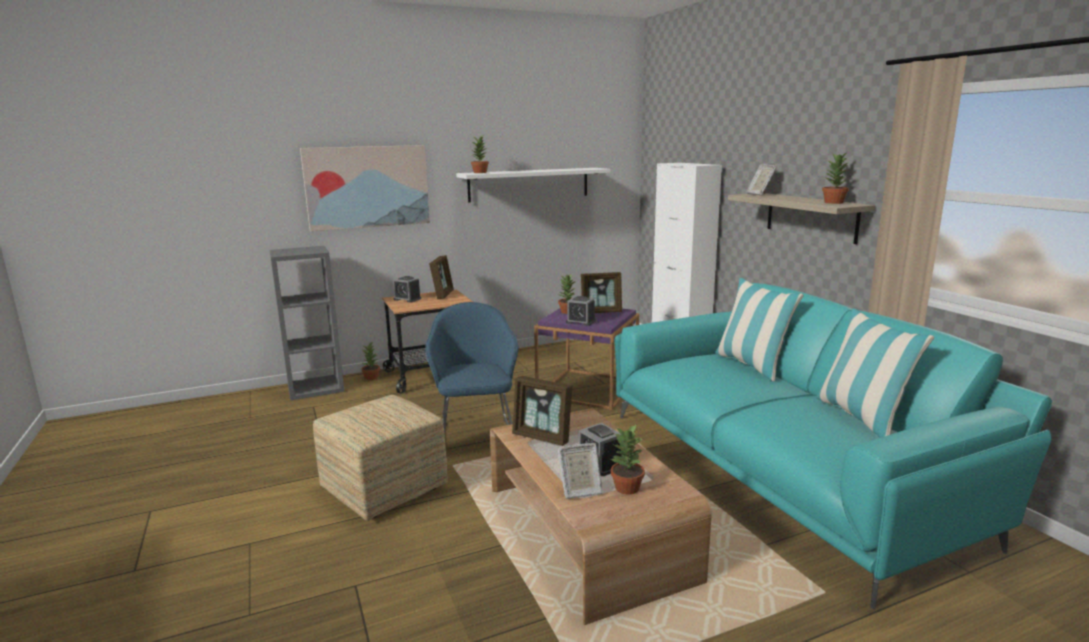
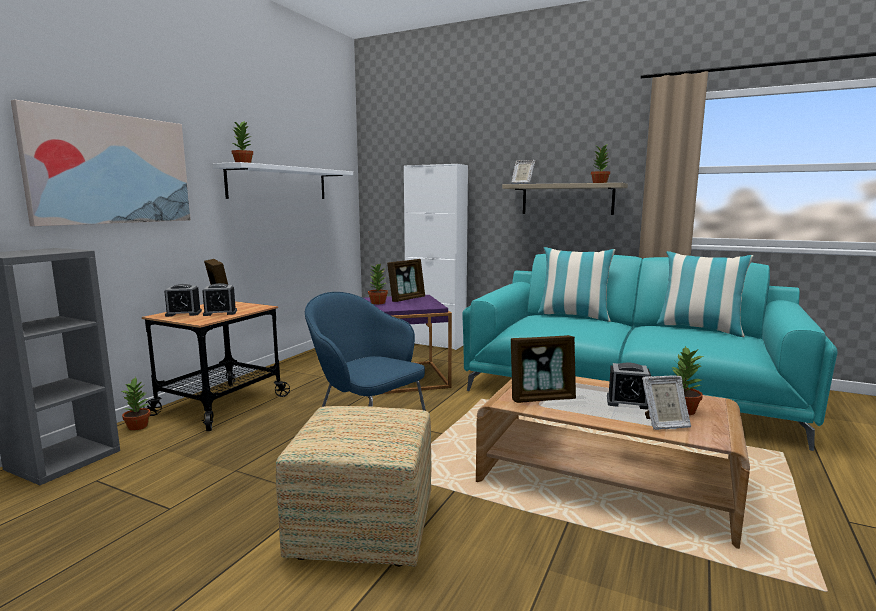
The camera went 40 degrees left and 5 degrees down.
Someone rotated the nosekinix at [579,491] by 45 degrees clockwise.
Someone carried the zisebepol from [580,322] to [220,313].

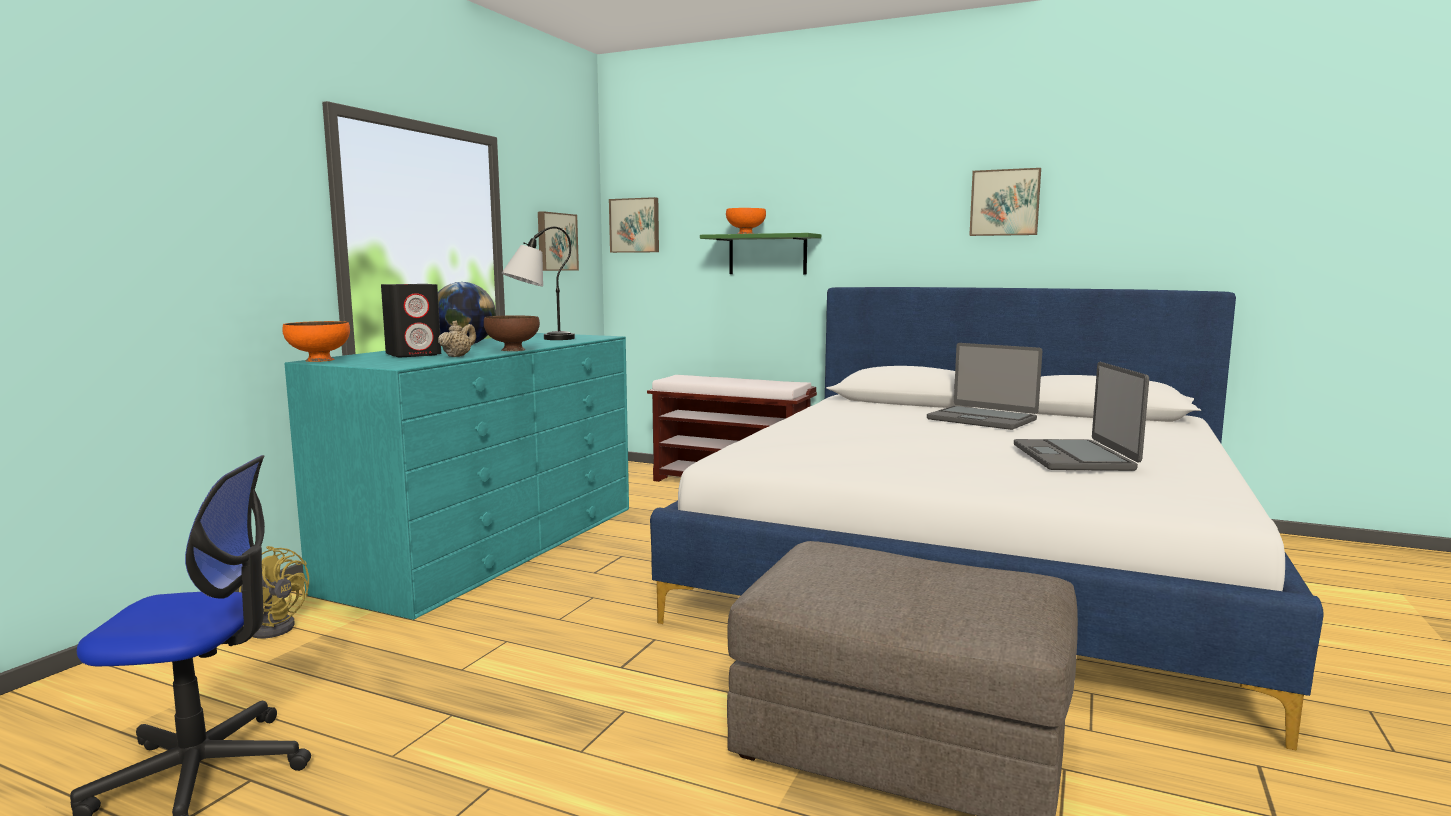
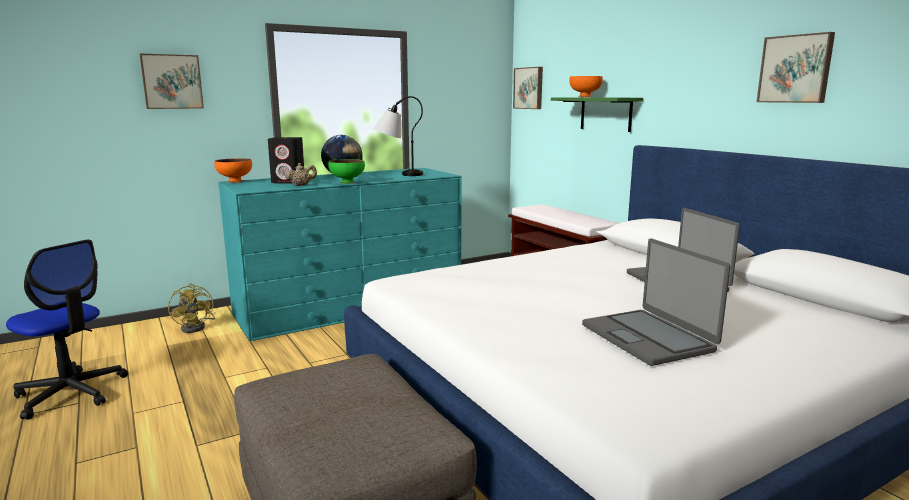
The camera went 35 degrees right and 5 degrees up.
Someone repainted the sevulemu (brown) at [512,350], which became the sevulemu (green) at [347,183].
Someone carried the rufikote from [556,242] to [172,82].
Someone rotated the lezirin at [1074,457] by 60 degrees counterclockwise.

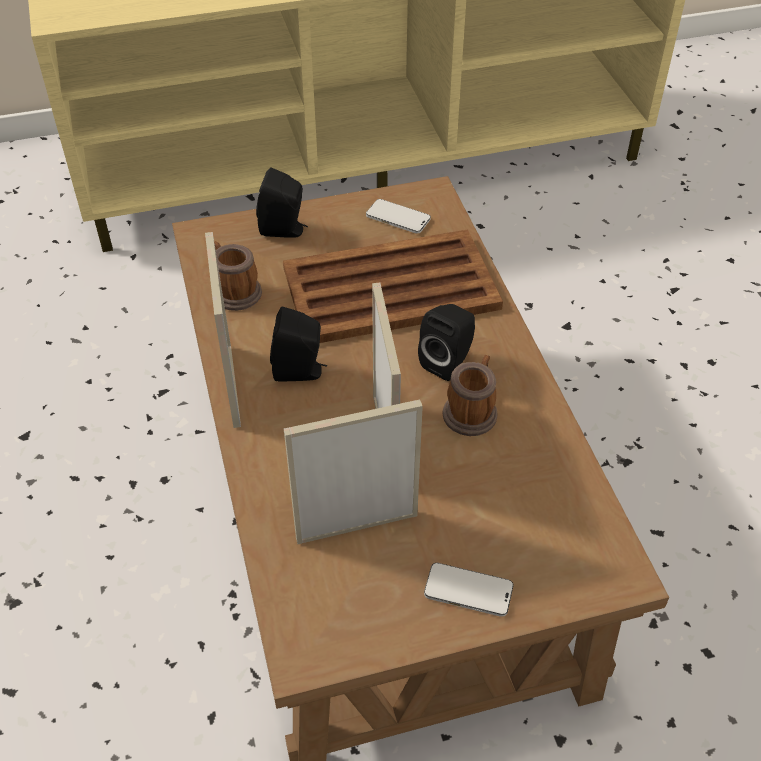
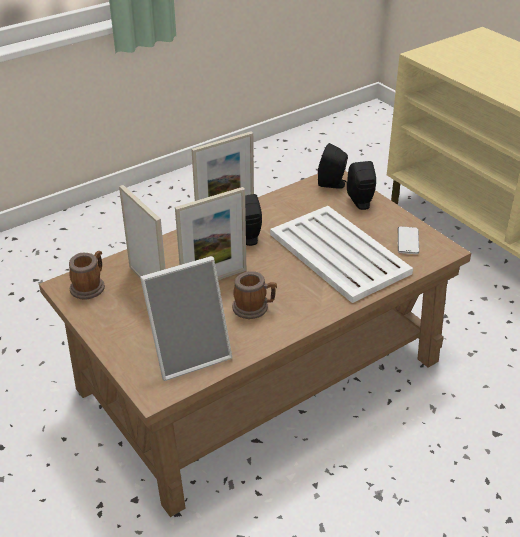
The camera went 70 degrees right and 10 degrees down.
Someone carried the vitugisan from [234,291] to [90,286].
Someone repainted the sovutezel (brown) at [388,288], which became the sovutezel (white) at [338,253].
Someone carried the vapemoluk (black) from [448,362] to [333,184].
Someone took away the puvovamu at [468,591].
Someone put down the nosekinix at [189,353].

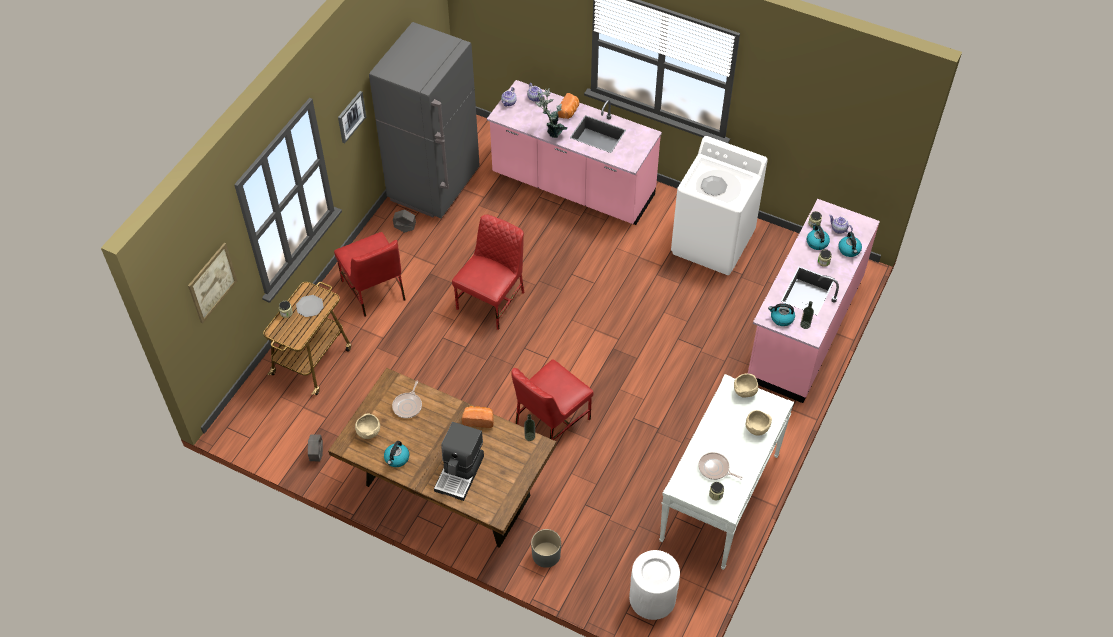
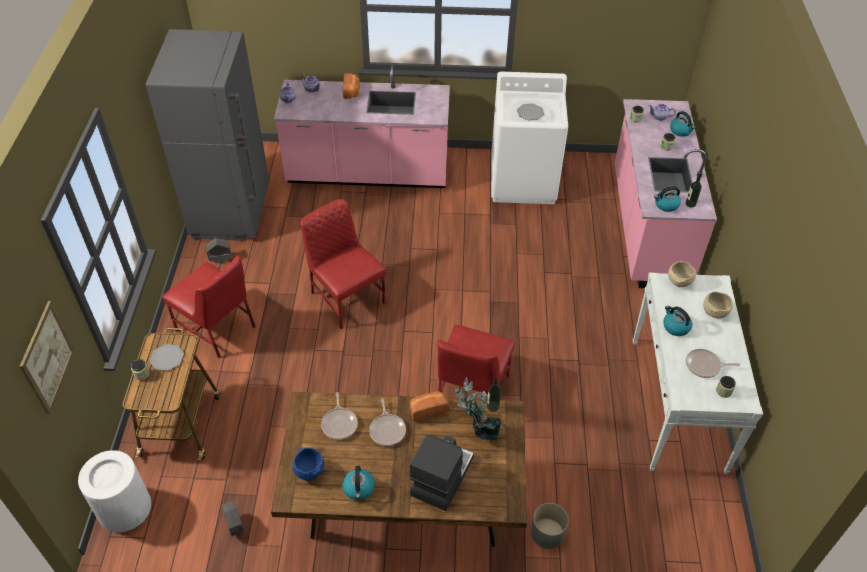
The camera went 25 degrees left and 5 degrees down.
Someone took away the rufikote at [351,116].
Someone repainted the sevulemu (beige) at [368,432], which became the sevulemu (blue) at [309,471].
Someone rotated the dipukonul at [460,473] by 150 degrees counterclockwise.
Someone rotated the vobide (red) at [492,300] by 45 degrees counterclockwise.
Someone carried the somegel from [552,132] to [477,429].
Someone carried the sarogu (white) from [652,598] to [125,507].
Someone carried the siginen from [817,242] to [675,327].
Someone put down the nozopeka at [387,430].

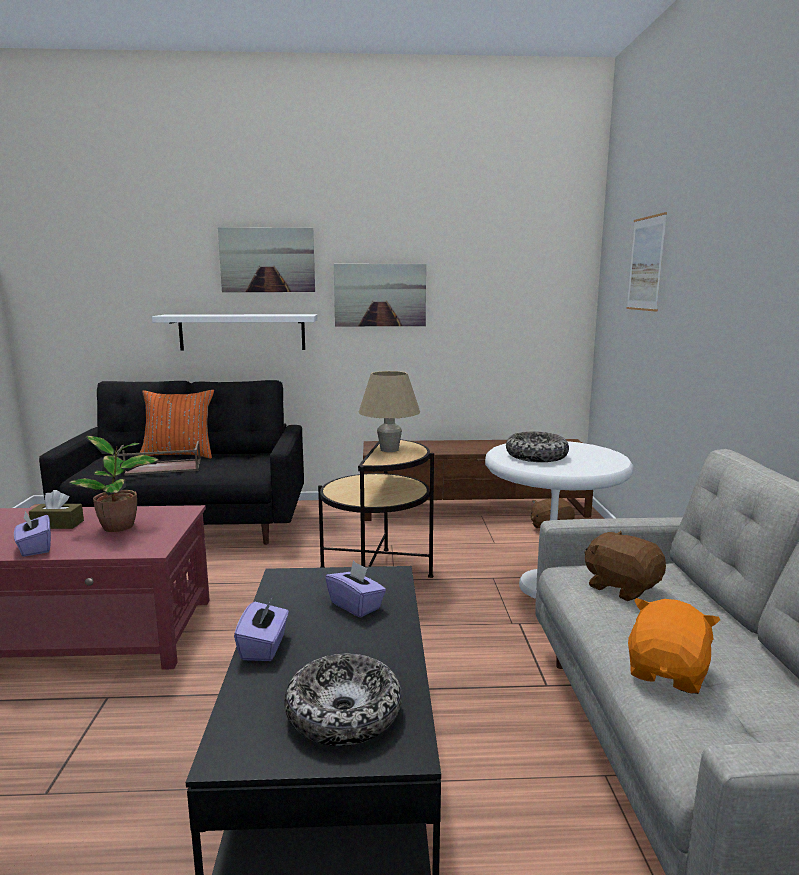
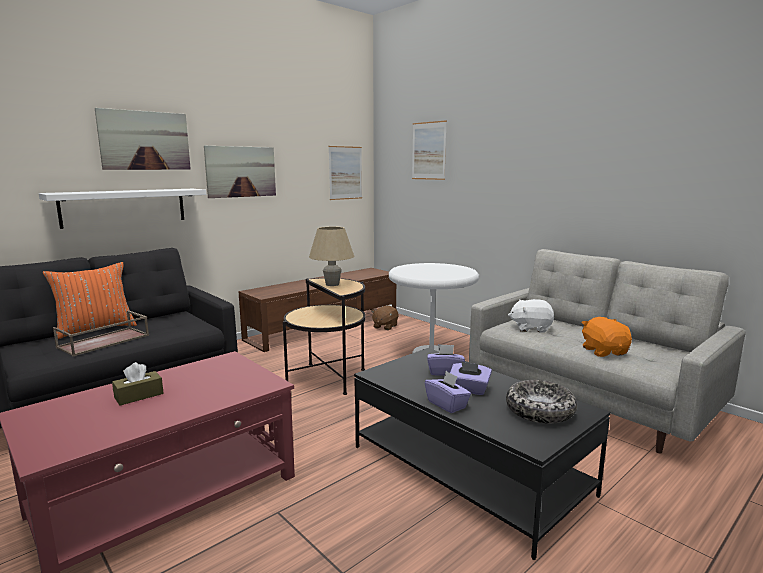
The camera went 40 degrees left and 0 degrees up.
Someone carried the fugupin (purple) from [35,548] to [469,389].
Someone took away the somegel at [120,526].
Someone took away the sevulemu at [536,456].
Someone repainted the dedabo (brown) at [621,587], which became the dedabo (white) at [531,328].
Someone put up the rufikote at [345,173].

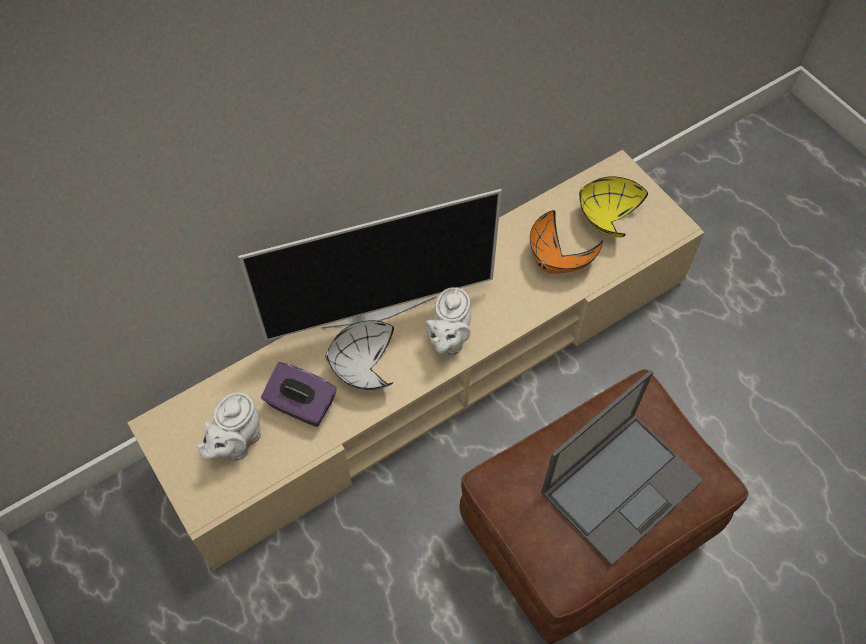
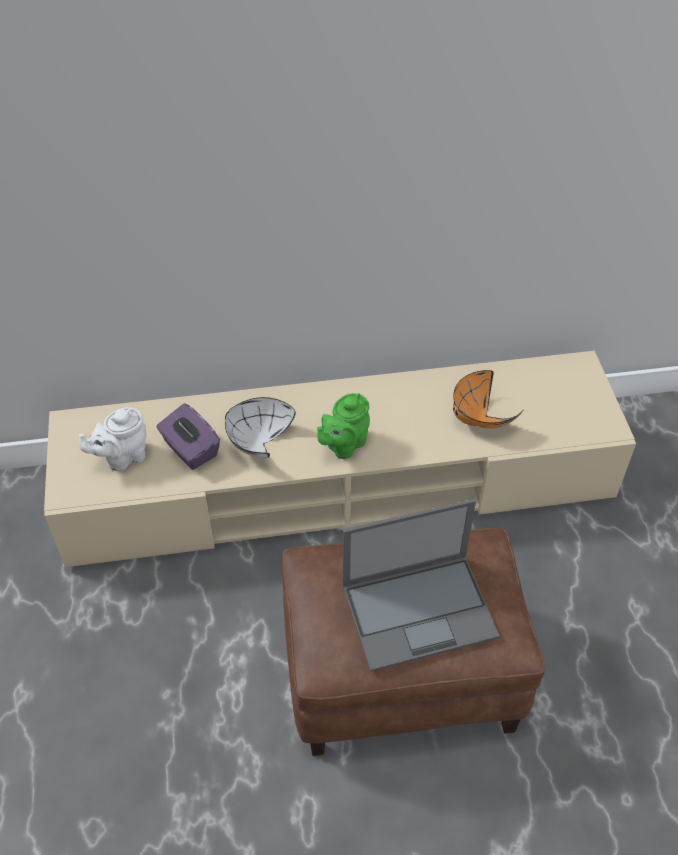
The camera went 25 degrees right and 10 degrees down.
Someone took away the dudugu at [378,310].
Someone repainted the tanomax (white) at [448,339], which became the tanomax (green) at [344,445].
Someone took away the sevulemu (yellow) at [604,219].

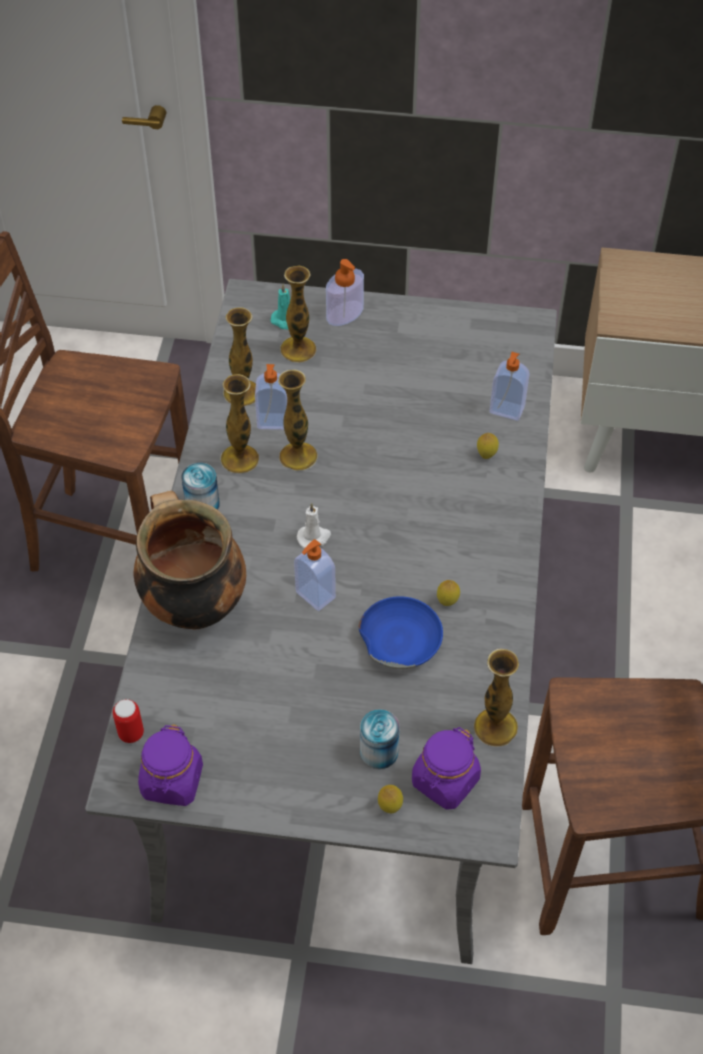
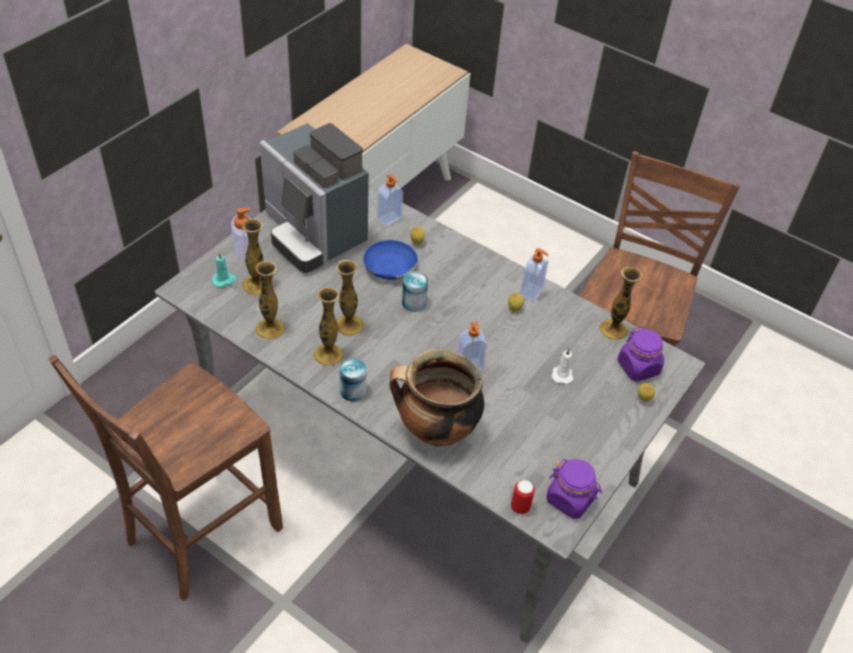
The camera went 65 degrees left and 5 degrees down.
Someone carried the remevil from [273,422] to [532,292].
Someone carried the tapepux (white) from [314,537] to [562,374].
Someone carried the sevulemu (blue) from [400,640] to [389,267].
Someone carried the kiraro from [379,752] to [414,303].
Someone put down the dipukonul at [313,234].

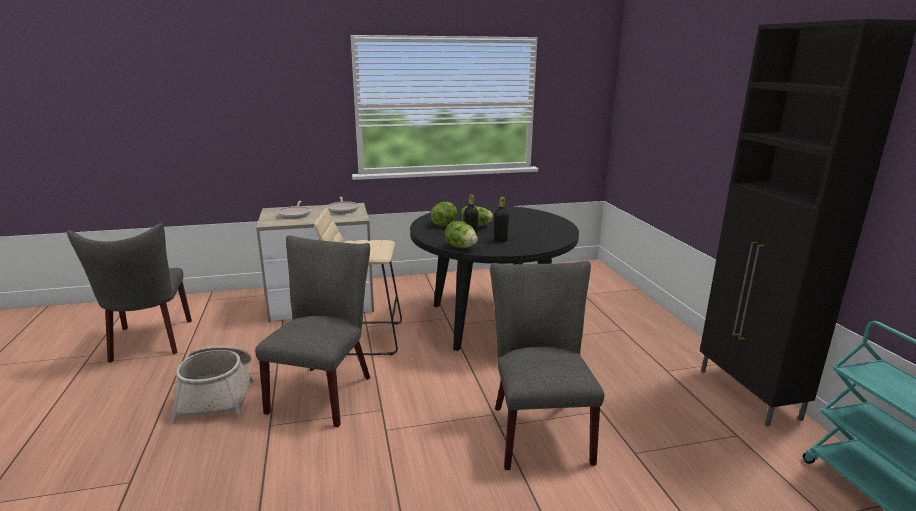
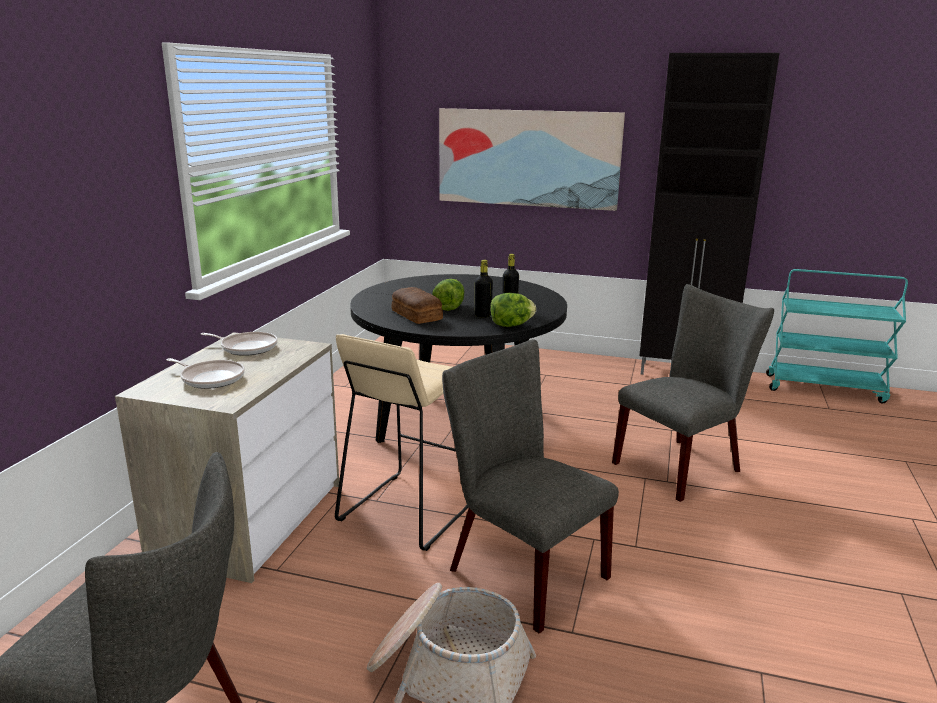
The camera went 60 degrees left and 0 degrees up.
Someone swapped the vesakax at [444,224] for the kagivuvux at [416,315].
Someone rotated the vobide (grey) at [537,429] by 120 degrees clockwise.
Someone put up the rufikote at [527,158].

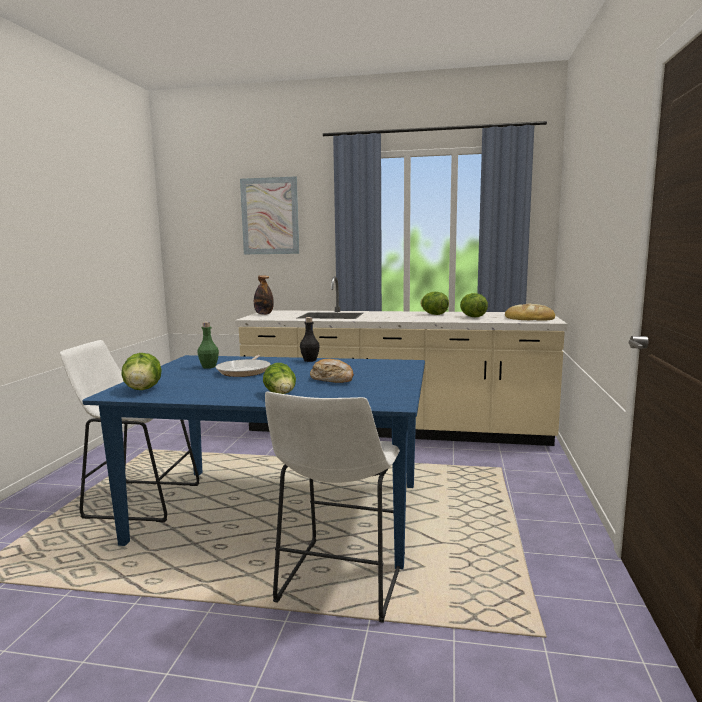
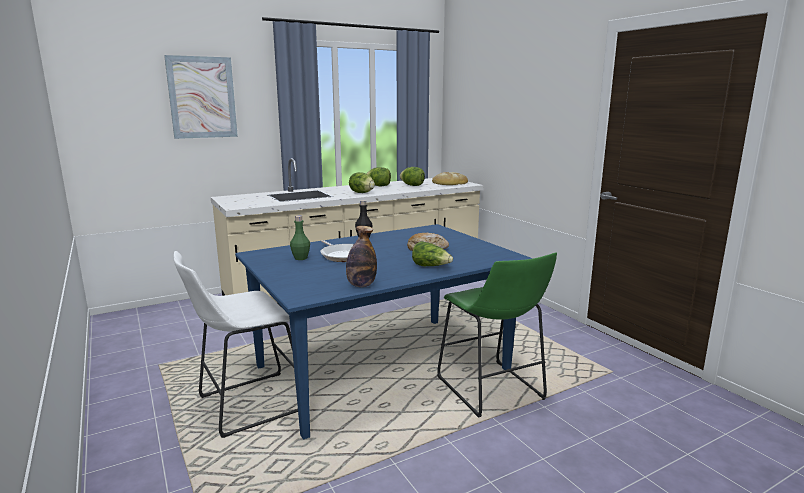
The camera went 40 degrees left and 5 degrees up.
Someone carried the vesakax from [143,389] to [362,193].
Someone carried the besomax from [264,314] to [361,285].
Someone repainted the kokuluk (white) at [339,583], which became the kokuluk (green) at [492,391].

